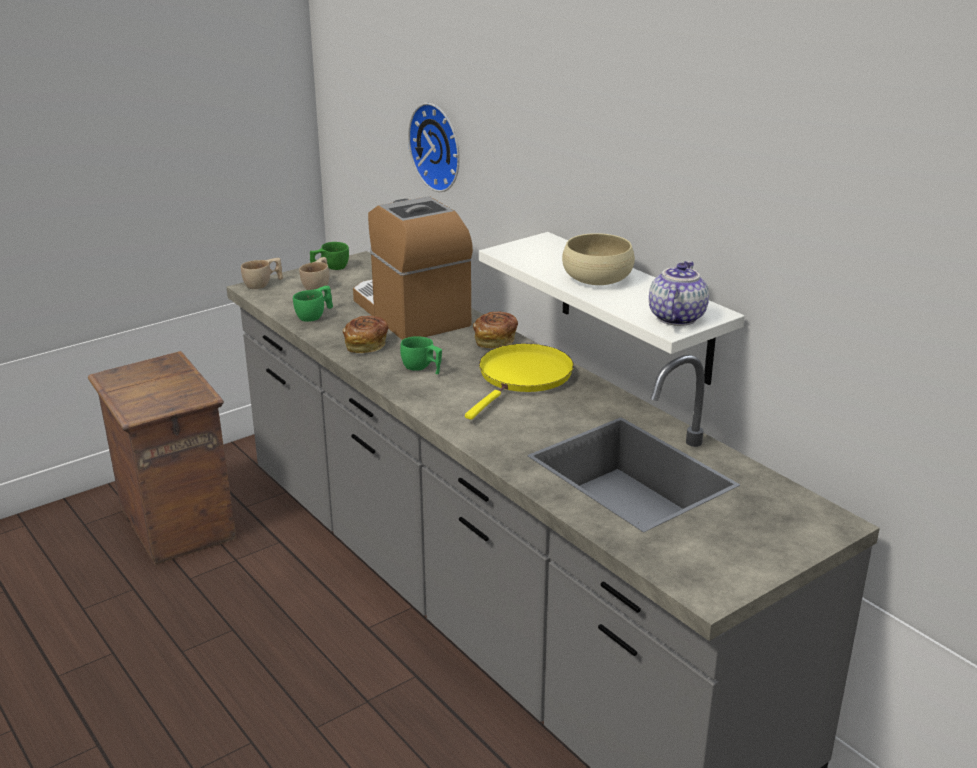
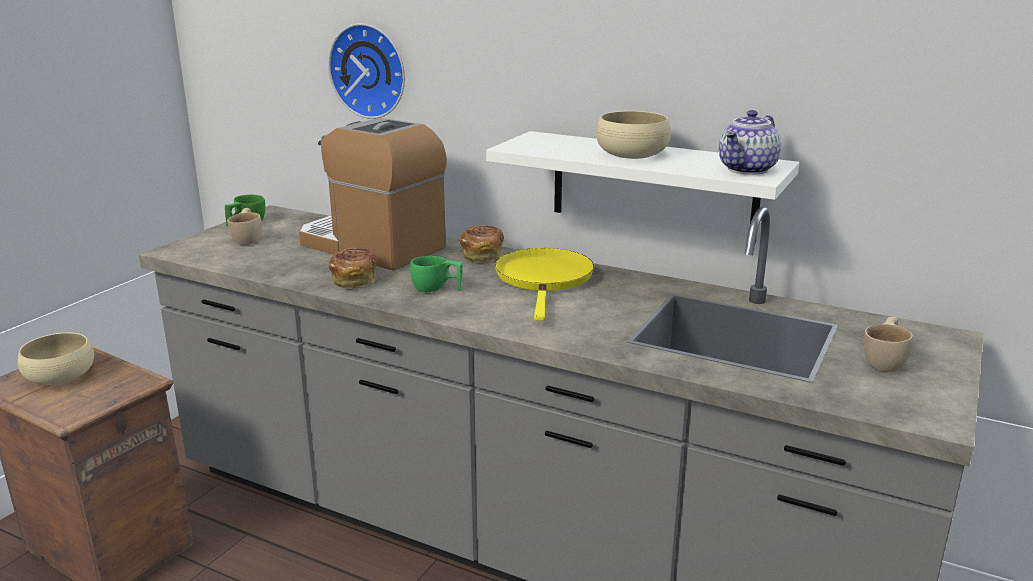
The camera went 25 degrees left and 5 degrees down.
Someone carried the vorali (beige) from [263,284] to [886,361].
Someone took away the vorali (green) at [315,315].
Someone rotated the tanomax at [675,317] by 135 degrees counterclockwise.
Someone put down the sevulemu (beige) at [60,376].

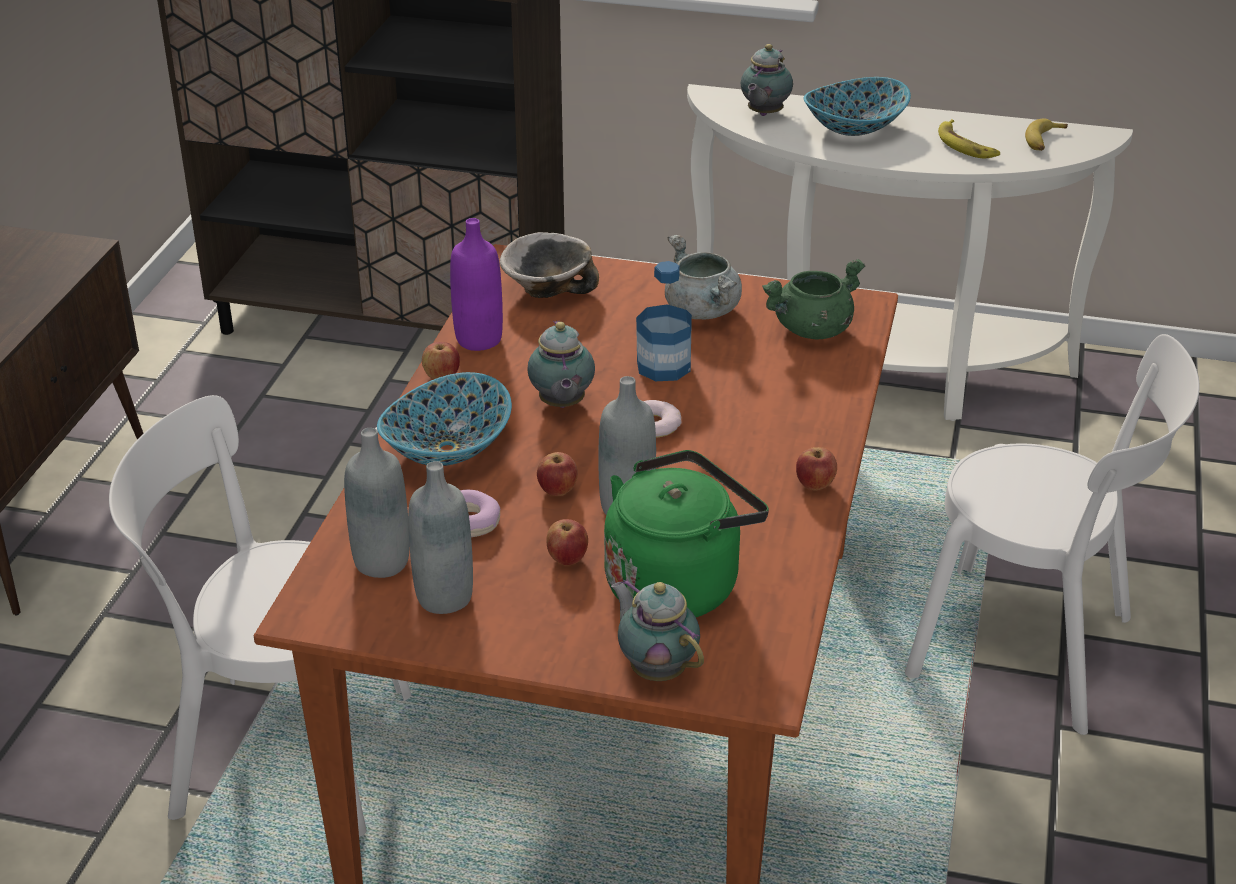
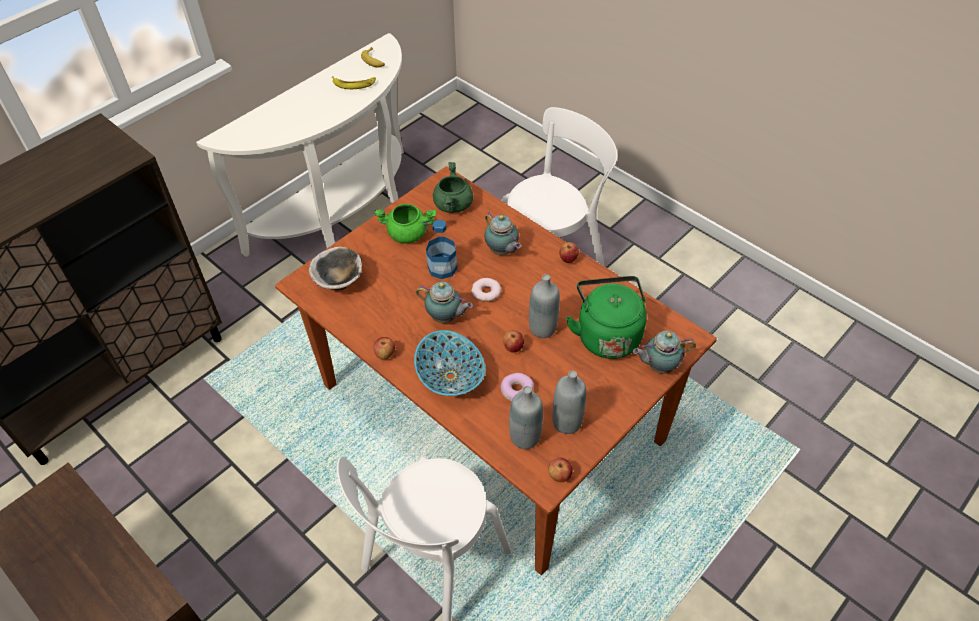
The camera went 60 degrees left and 15 degrees up.
Someone took away the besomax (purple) at [478,339].
Someone carried the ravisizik from [567,558] to [559,475].
Someone repainted the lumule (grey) at [703,311], which became the lumule (green) at [408,234].
Someone carried the tanomax from [763,114] to [502,251].
Someone took away the sevulemu at [853,127].

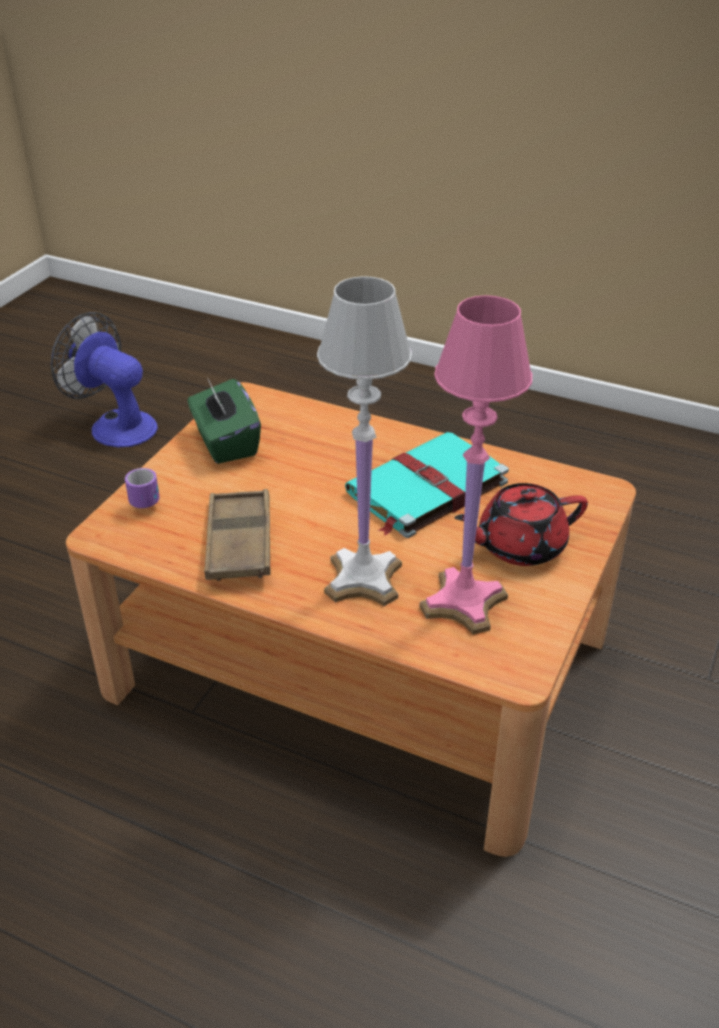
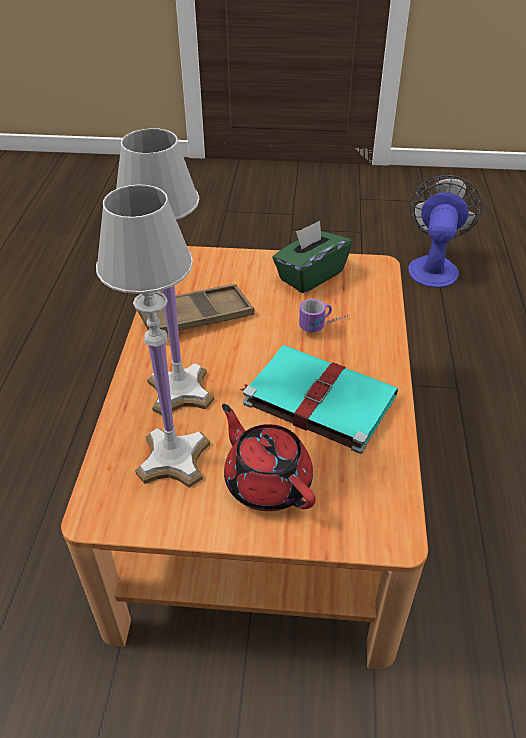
The camera went 70 degrees right and 5 degrees up.
Someone carried the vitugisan from [146,496] to [324,326].
Someone repainted the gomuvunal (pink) at [464,603], which became the gomuvunal (white) at [173,459].

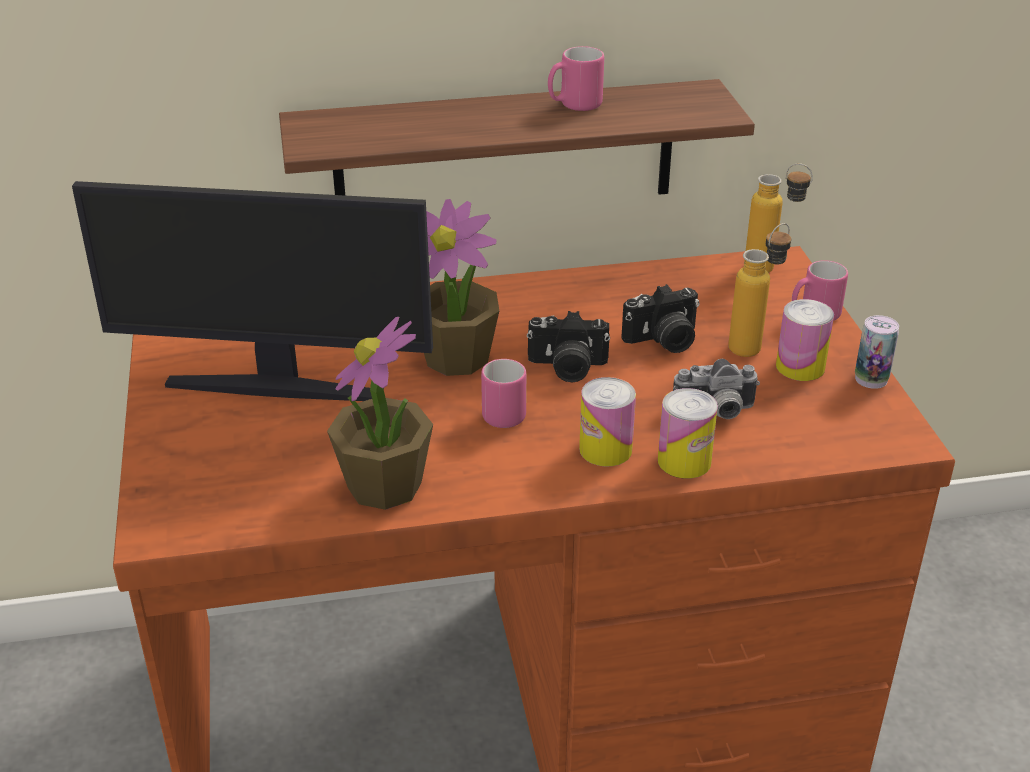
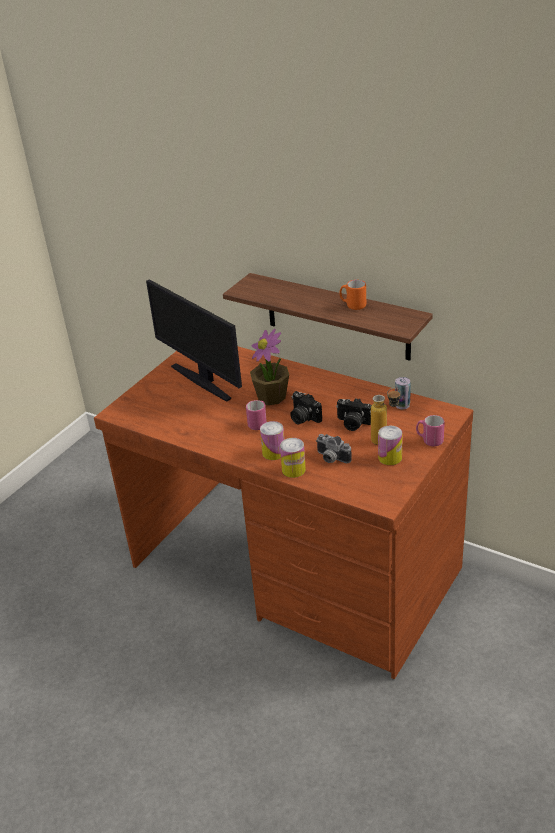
The camera went 45 degrees right and 0 degrees up.
Someone took away the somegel at [385,486].
Someone repainted the vitugisan (pink) at [574,105], which became the vitugisan (orange) at [353,305].
Someone took away the besomax at [771,271].
Someone carried the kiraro from [871,379] to [402,405].

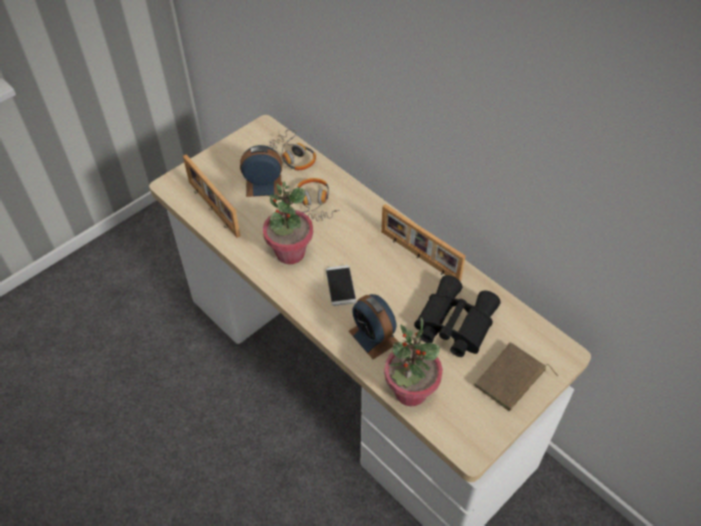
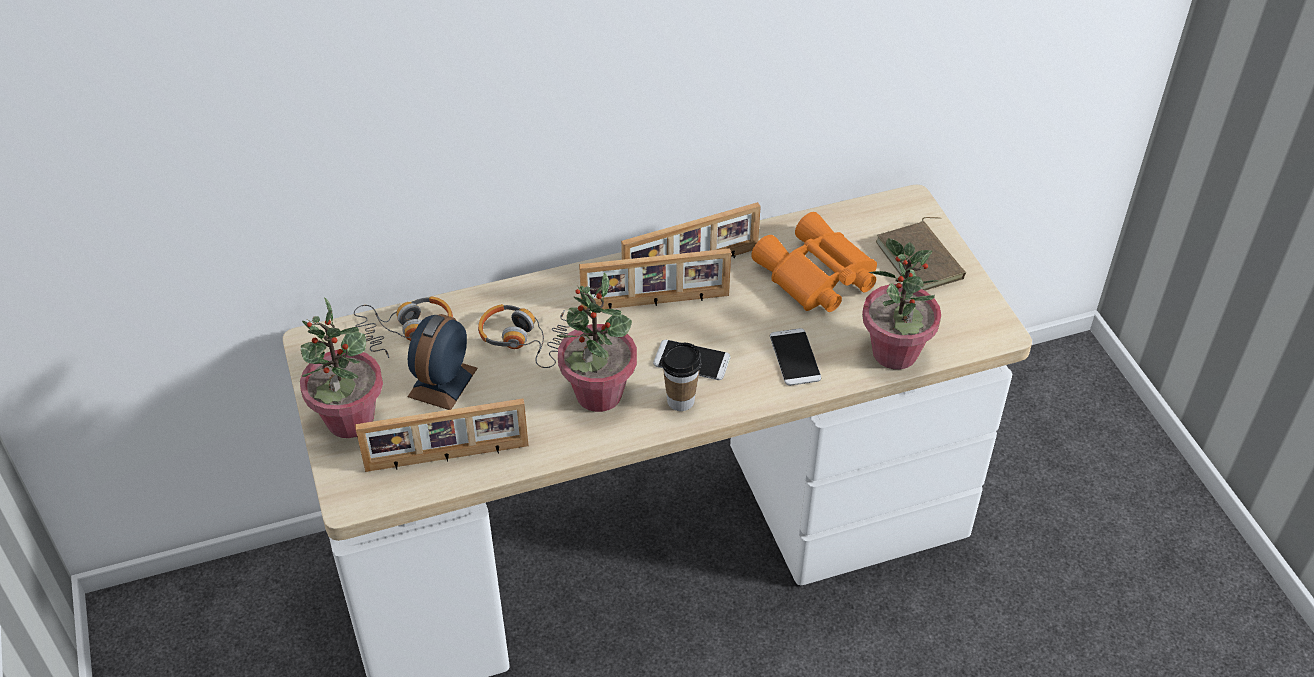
The camera went 65 degrees left and 5 degrees down.
Someone swapped the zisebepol at [373,337] for the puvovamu at [795,357].
Someone repainted the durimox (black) at [453,323], which became the durimox (orange) at [815,277].
Someone put down the somegel at [350,420].
Someone put down the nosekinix at [655,303].
Someone put down the vorali at [680,401].

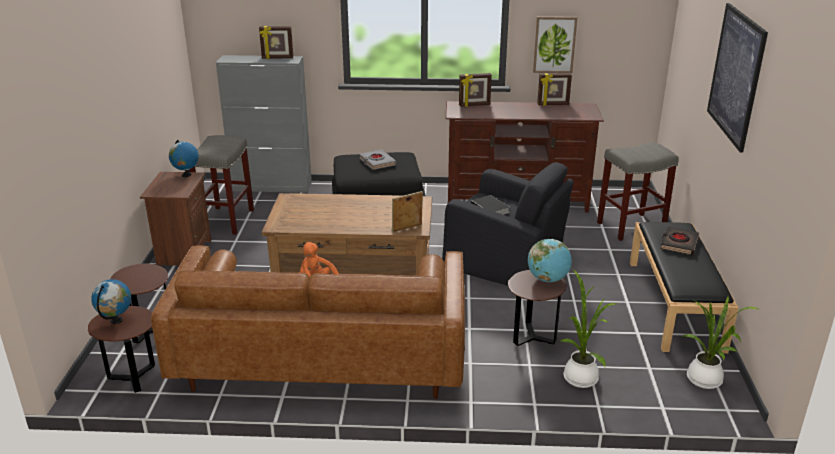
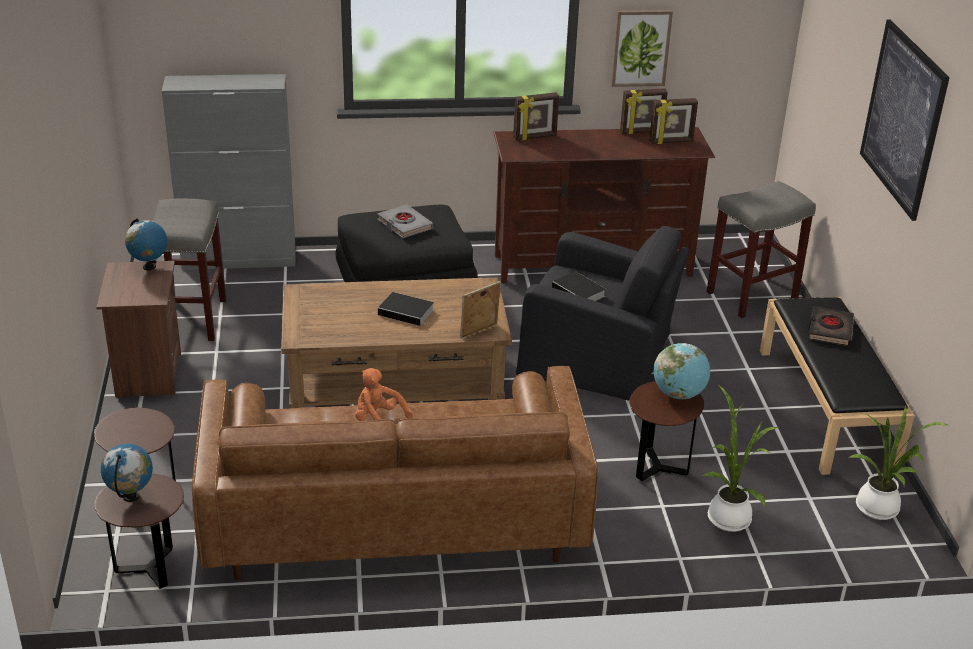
The camera went 10 degrees left and 5 degrees up.
Someone carried the nosekinix from [277,58] to [671,142].
Someone put down the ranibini at [407,312].

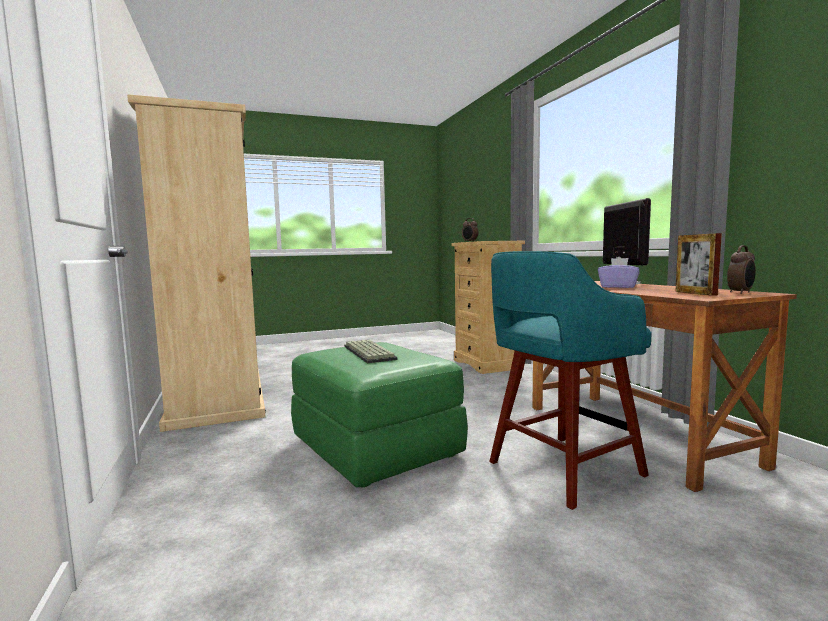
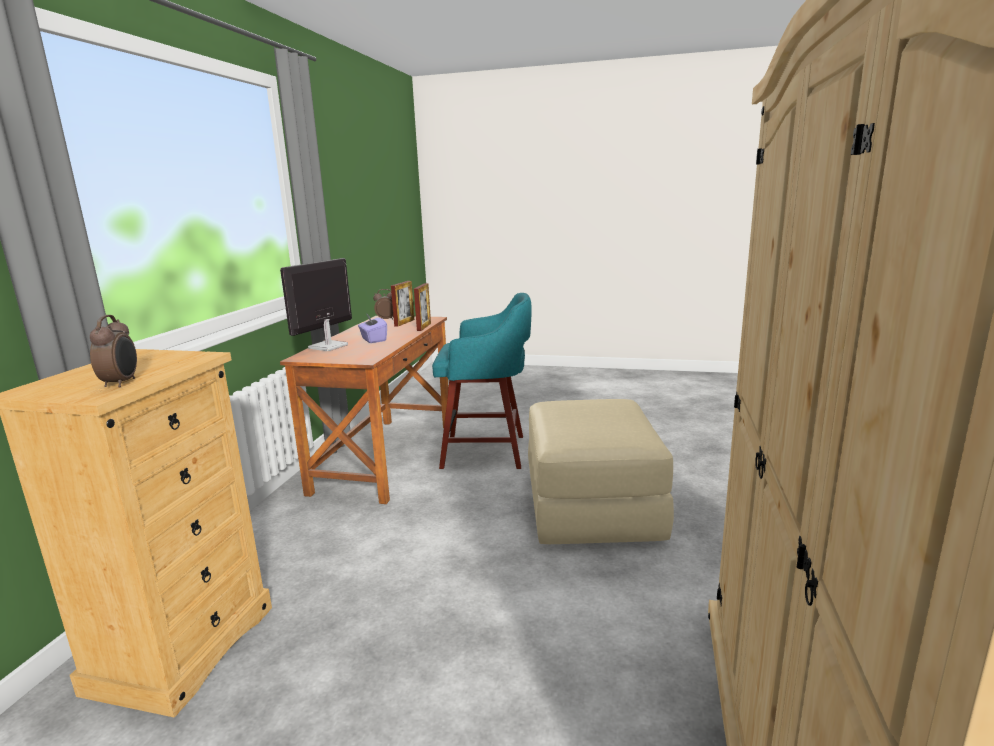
The camera went 145 degrees left and 10 degrees up.
Someone repainted the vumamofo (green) at [374,447], which became the vumamofo (beige) at [593,508].
Someone took away the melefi at [367,352].
Someone put down the nosekinix at [424,327].

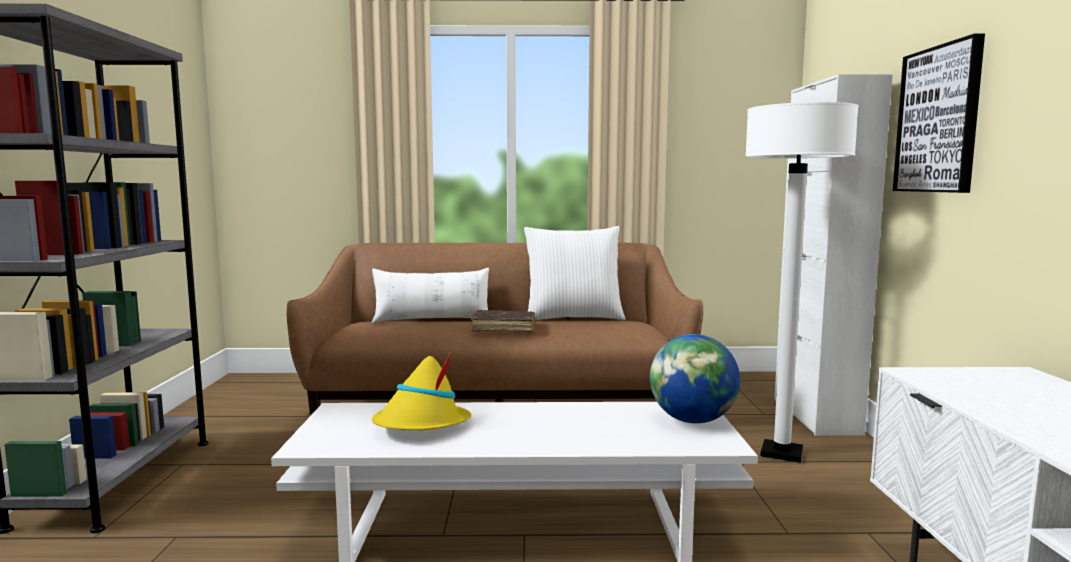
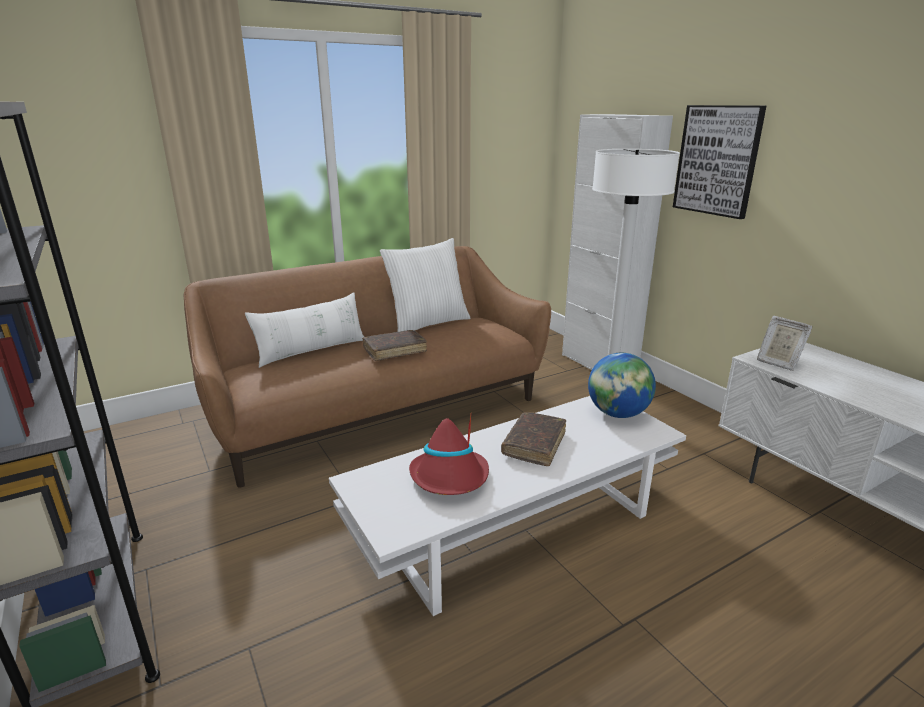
The camera went 30 degrees left and 15 degrees up.
Someone repainted the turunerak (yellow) at [421,425], which became the turunerak (red) at [450,477].
Someone put down the ranibini (brown) at [534,444].
Someone put down the nosekinix at [777,363].

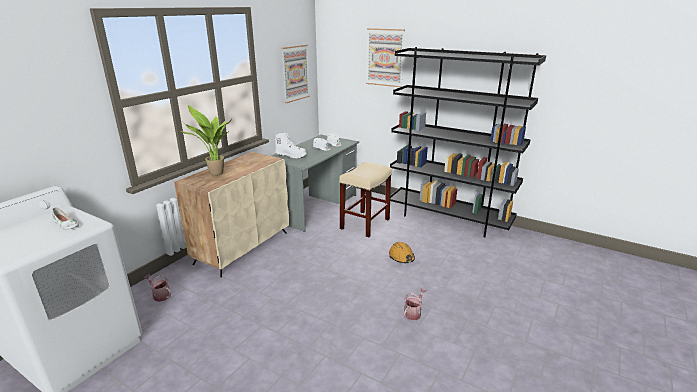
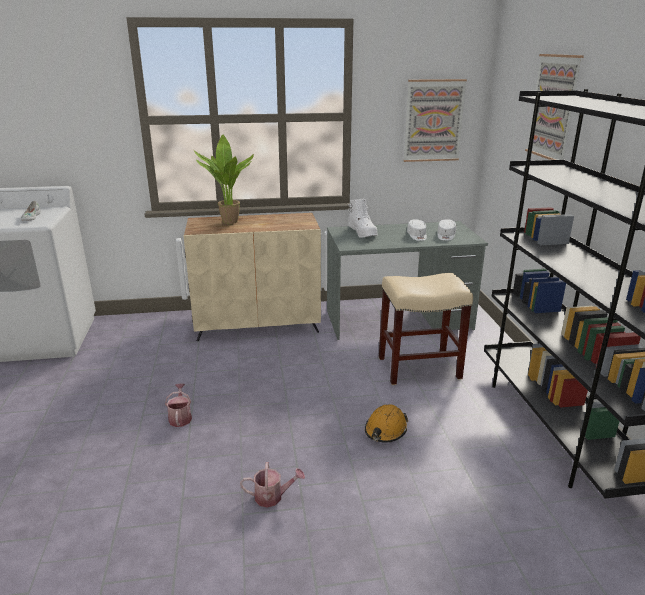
The camera went 50 degrees right and 0 degrees up.
Someone carried the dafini from [160,295] to [180,417].

